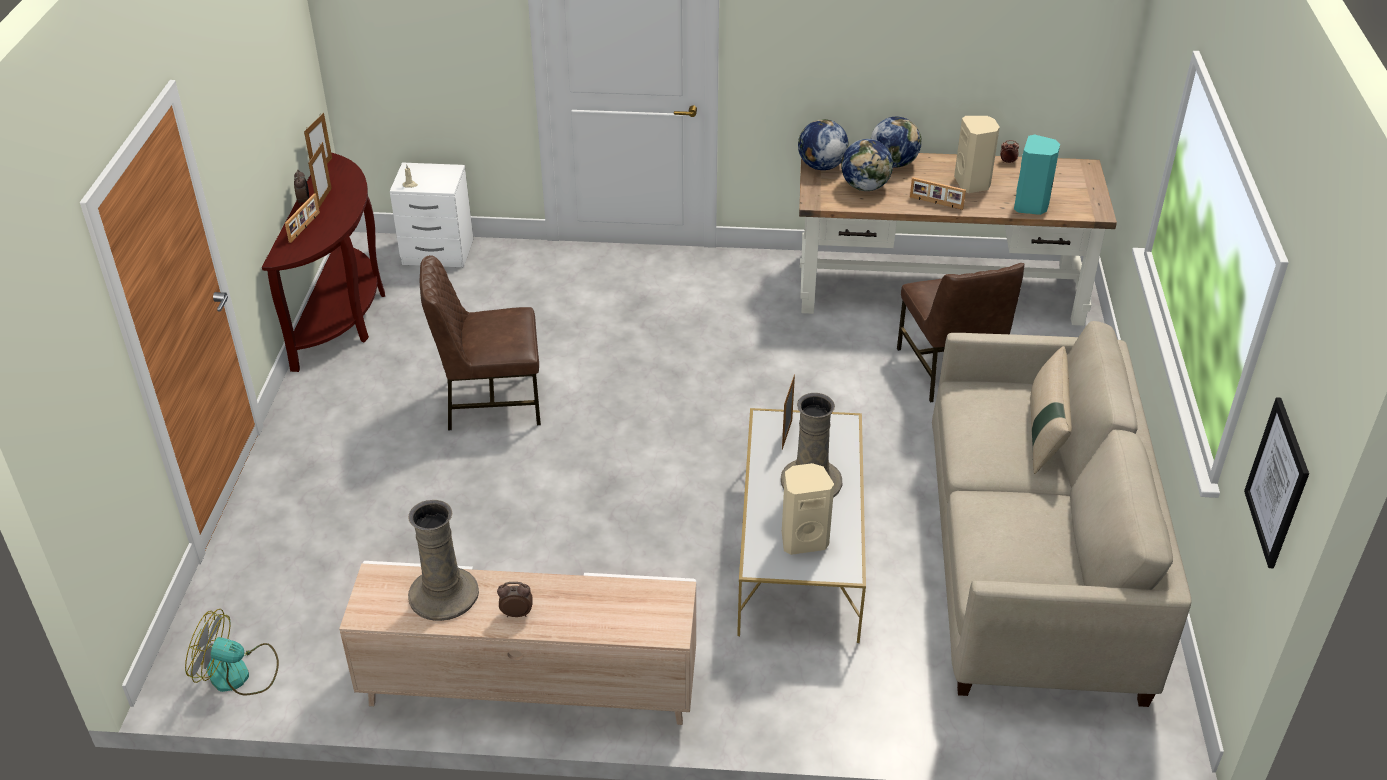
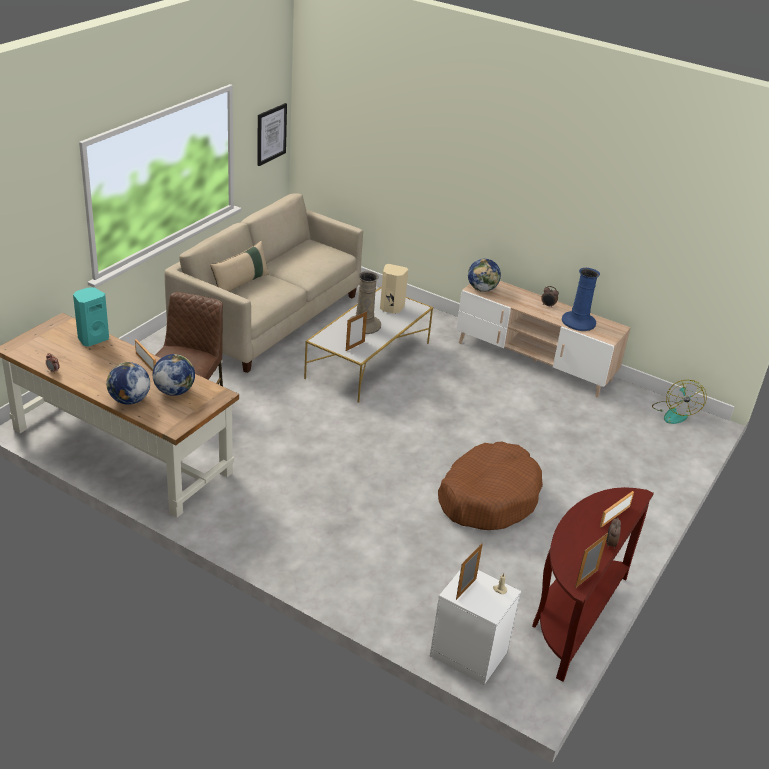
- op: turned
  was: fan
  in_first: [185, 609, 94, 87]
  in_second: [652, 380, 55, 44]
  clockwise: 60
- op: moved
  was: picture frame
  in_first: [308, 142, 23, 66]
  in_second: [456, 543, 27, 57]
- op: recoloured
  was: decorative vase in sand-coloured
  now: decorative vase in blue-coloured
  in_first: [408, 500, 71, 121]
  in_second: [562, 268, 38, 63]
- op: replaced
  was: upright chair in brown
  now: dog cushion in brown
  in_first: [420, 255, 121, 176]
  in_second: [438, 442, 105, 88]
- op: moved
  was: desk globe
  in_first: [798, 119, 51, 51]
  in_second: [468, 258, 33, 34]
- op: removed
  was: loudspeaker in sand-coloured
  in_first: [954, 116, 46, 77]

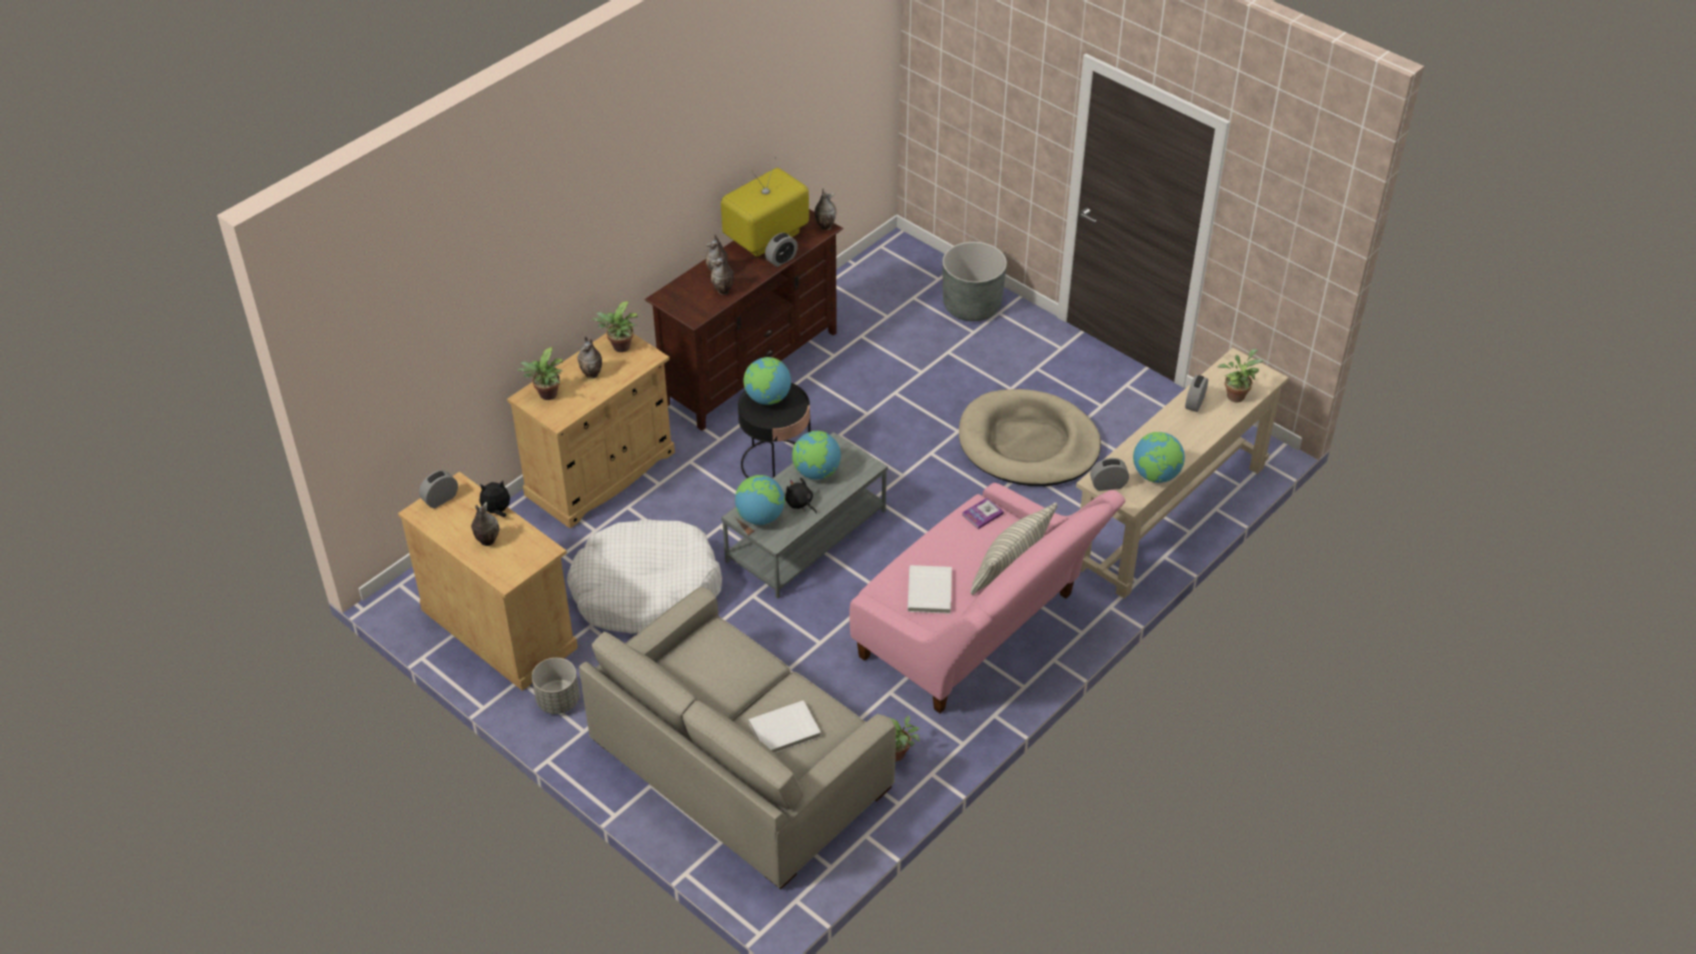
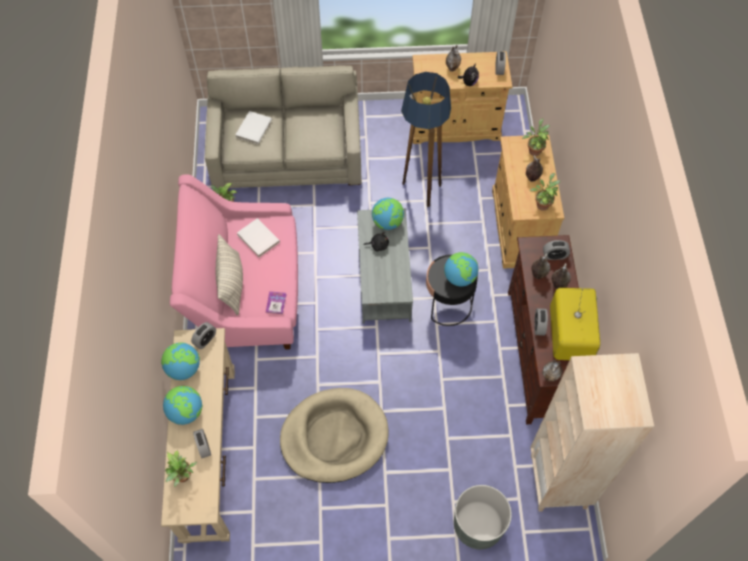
- op: removed
  was: flower pot in gray
  in_first: [532, 658, 48, 56]
- op: replaced
  was: dog cushion in white
  now: floor lamp
  in_first: [567, 519, 155, 115]
  in_second: [401, 72, 50, 135]
- op: moved
  was: desk globe
  in_first: [792, 431, 49, 49]
  in_second: [163, 386, 39, 39]
- op: added
  now: shelving unit in sand-coloured
  in_second: [530, 353, 124, 159]
- op: added
  now: bedside clock
  in_second: [543, 240, 27, 20]

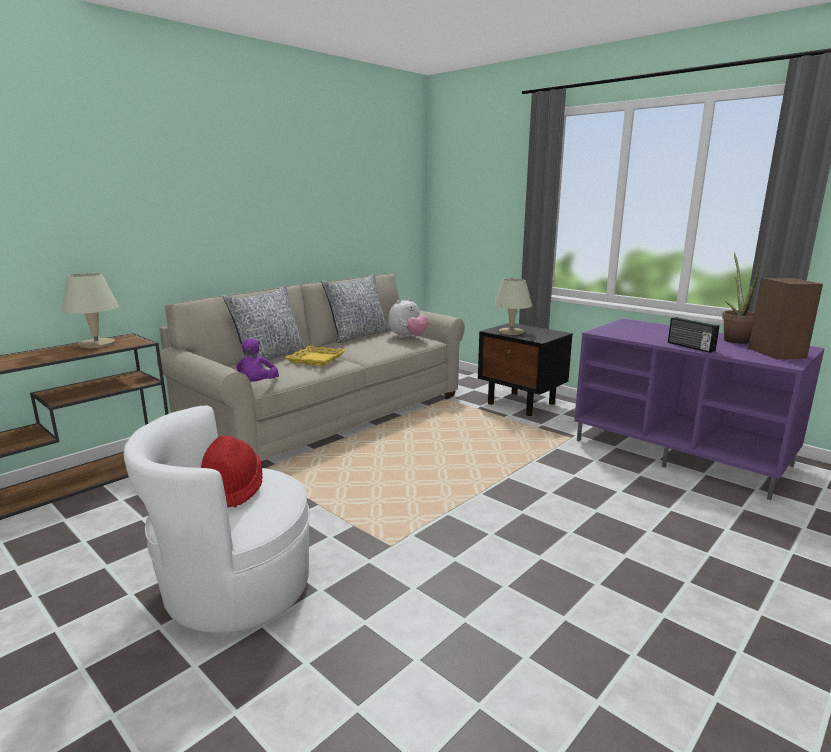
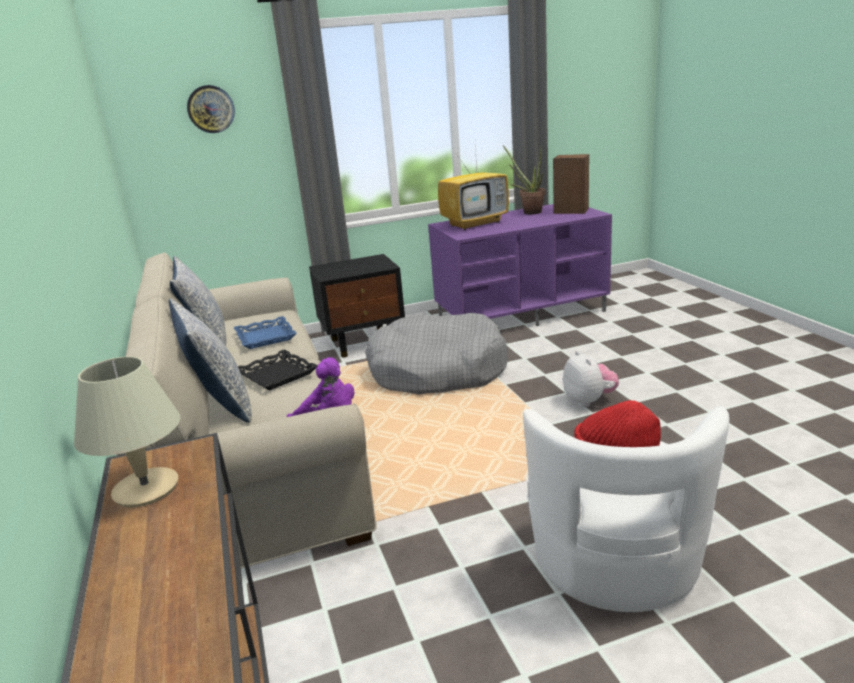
- op: recoloured
  was: serving tray in yellow
  now: serving tray in black-coloured
  in_first: [285, 346, 61, 20]
  in_second: [238, 349, 80, 42]
- op: moved
  was: cuddly toy
  in_first: [388, 298, 41, 40]
  in_second: [563, 351, 56, 56]
- op: removed
  was: table lamp in sand-coloured
  in_first: [494, 278, 38, 57]
- op: removed
  was: radio
  in_first: [668, 317, 51, 36]
- op: added
  now: hanging clock
  in_second: [187, 85, 48, 48]
- op: added
  now: serving tray in blue-coloured
  in_second: [234, 316, 63, 33]
- op: added
  now: dog cushion in gray
  in_second: [365, 313, 143, 82]
- op: added
  now: TV
  in_second: [438, 145, 71, 85]

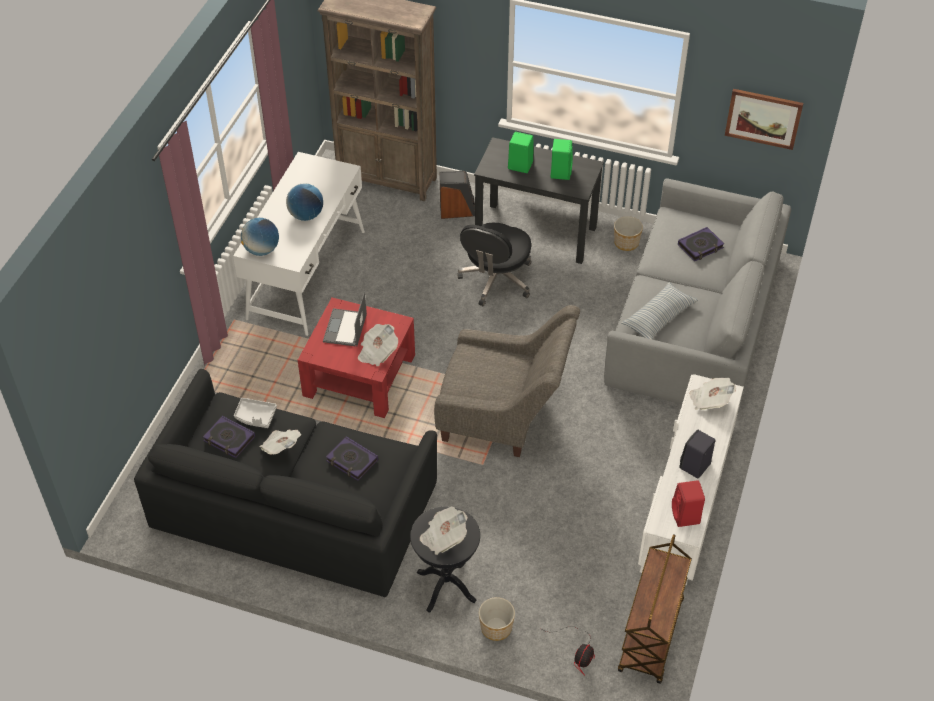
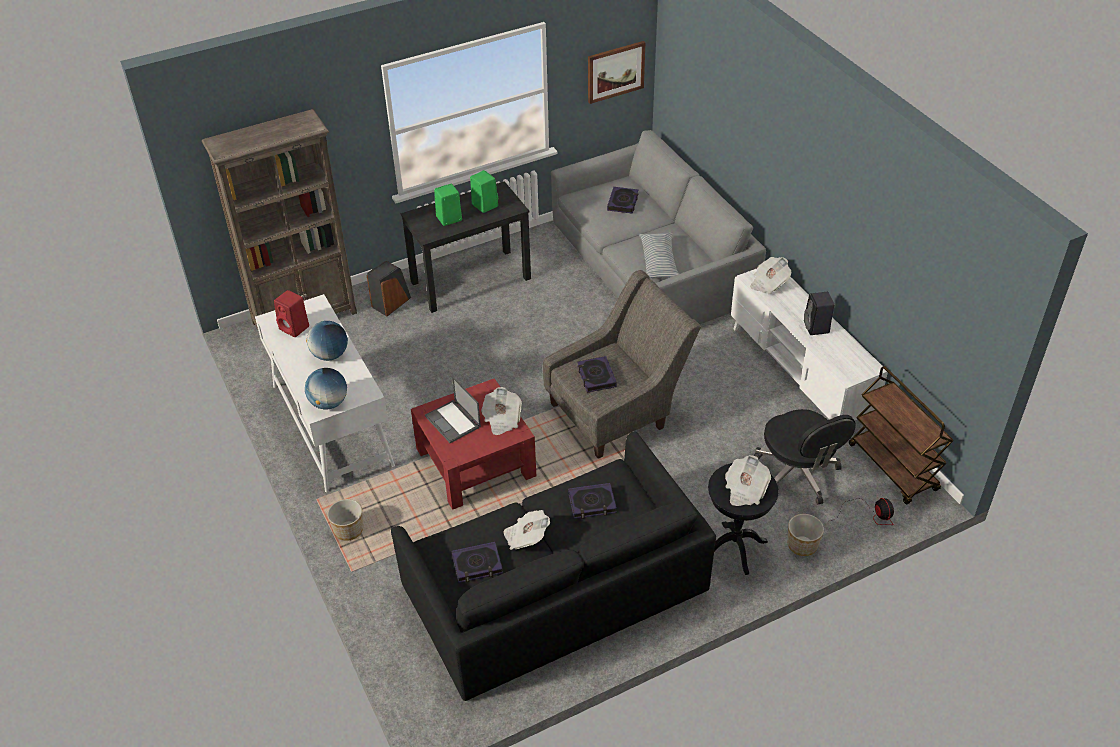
- op: removed
  was: serving tray in gray
  in_first: [234, 398, 43, 30]
- op: moved
  was: desk chair in black-coloured
  in_first: [458, 223, 73, 83]
  in_second: [754, 409, 102, 95]
- op: moved
  was: flower pot
  in_first: [614, 216, 29, 35]
  in_second: [327, 499, 36, 42]
- op: moved
  was: loudspeaker in red
  in_first: [672, 480, 33, 47]
  in_second: [274, 290, 35, 47]
- op: added
  now: book
  in_second: [577, 356, 40, 37]

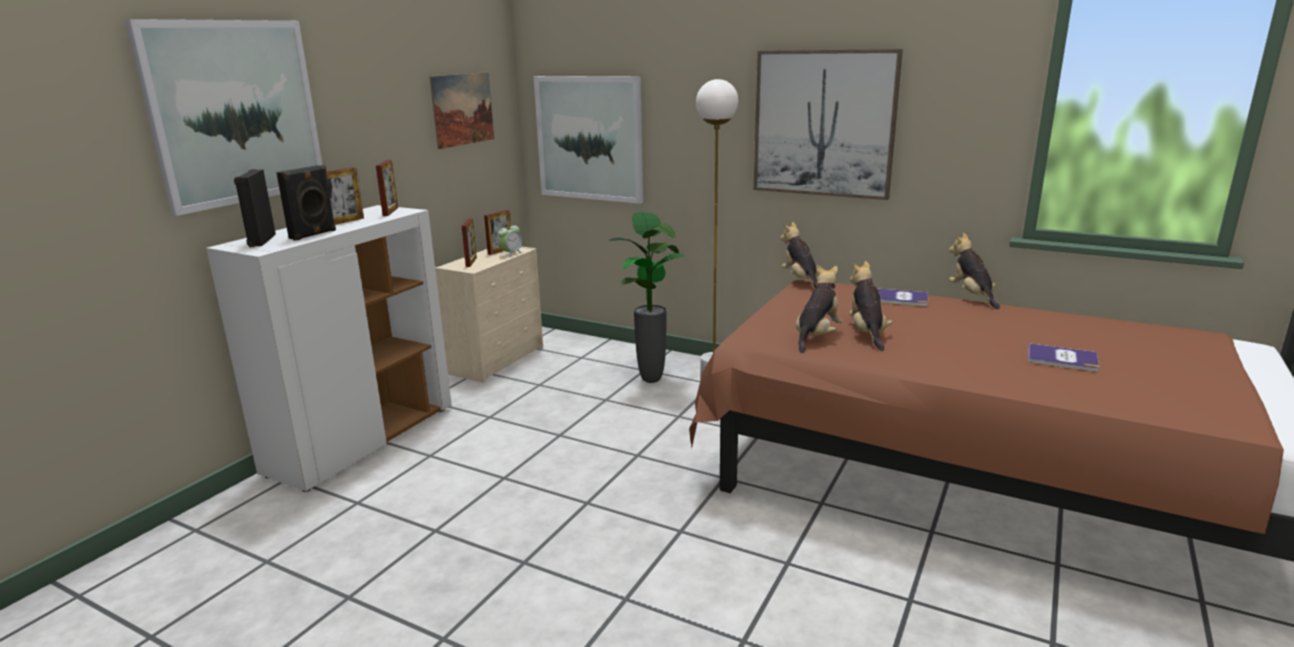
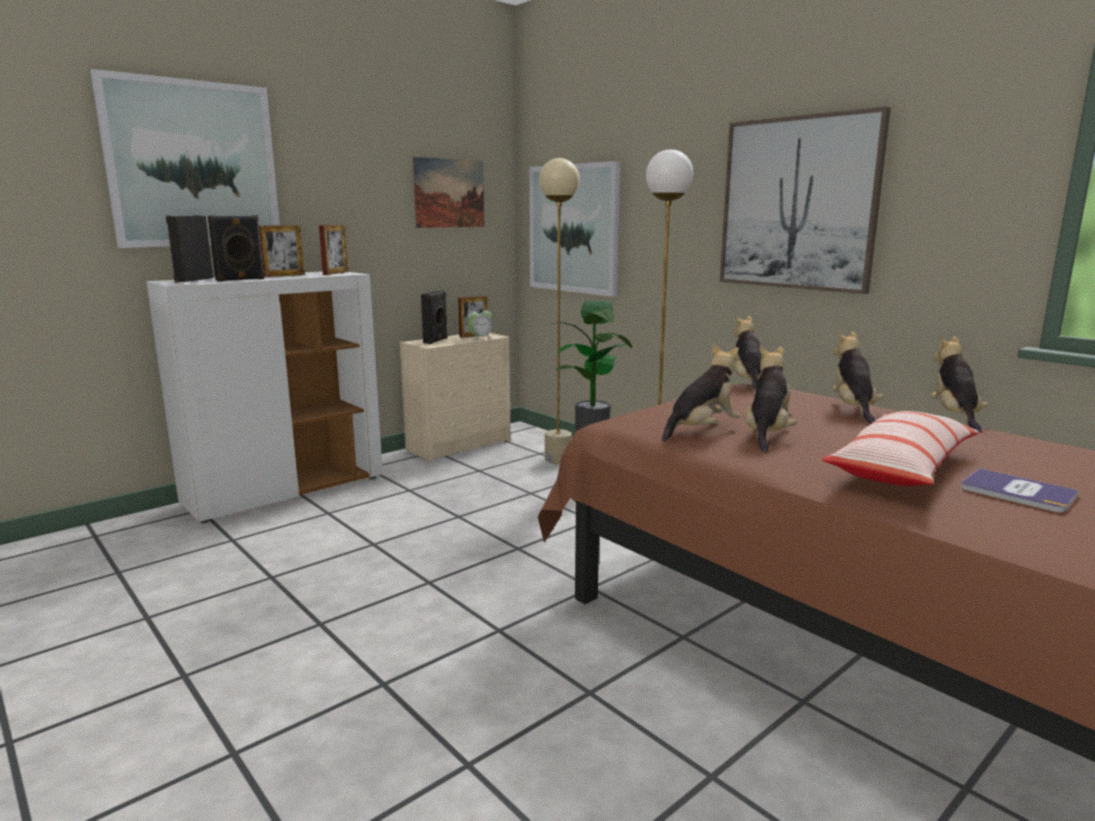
- op: replaced
  was: picture frame
  now: loudspeaker in black-coloured
  in_first: [462, 218, 15, 49]
  in_second: [421, 290, 27, 54]
- op: replaced
  was: book
  now: cuddly toy
  in_first: [877, 288, 51, 18]
  in_second: [832, 331, 52, 93]
- op: added
  now: floor lamp in sand-coloured
  in_second: [539, 158, 41, 306]
- op: added
  now: cushion
  in_second: [822, 411, 157, 75]

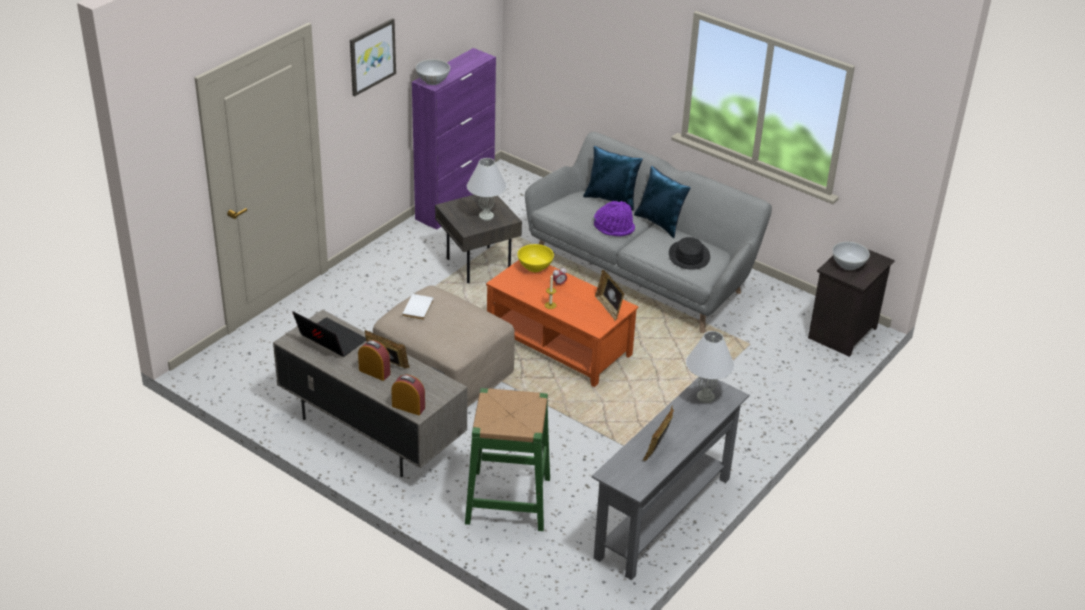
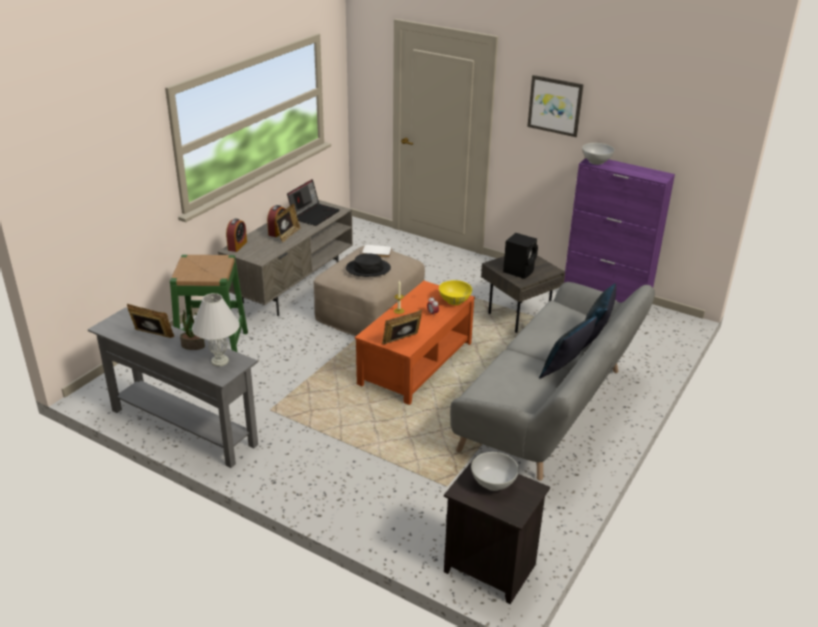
- op: replaced
  was: table lamp in white
  now: loudspeaker in black-coloured
  in_first: [467, 158, 40, 63]
  in_second: [503, 233, 35, 46]
- op: removed
  was: wearable hat in purplish
  in_first: [594, 201, 41, 35]
- op: moved
  was: wearable hat in black-coloured
  in_first: [669, 237, 41, 33]
  in_second: [346, 254, 45, 23]
- op: added
  now: plant in a pot
  in_second: [180, 305, 25, 45]

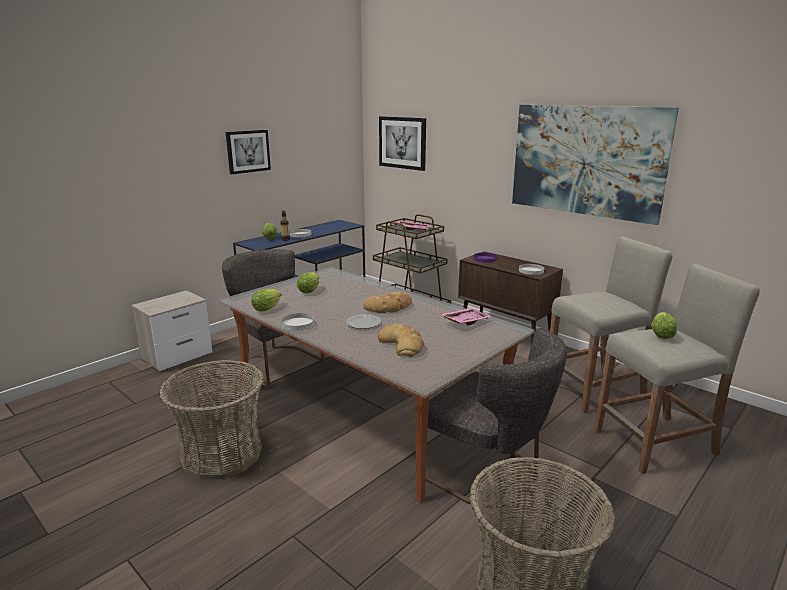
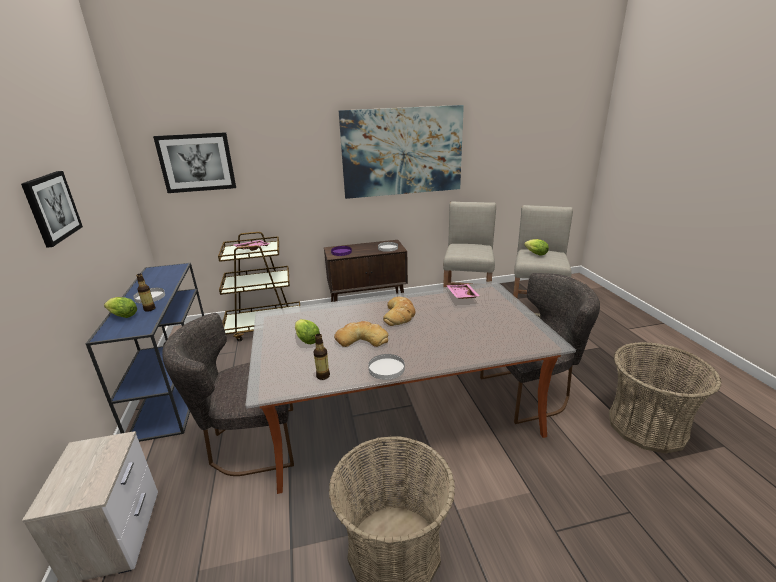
- op: replaced
  was: lettuce
  now: drink bottle
  in_first: [251, 289, 31, 23]
  in_second: [314, 334, 16, 46]
- op: removed
  was: plate
  in_first: [346, 314, 35, 15]
- op: moved
  was: baked bread
  in_first: [378, 324, 46, 33]
  in_second: [334, 321, 54, 26]

